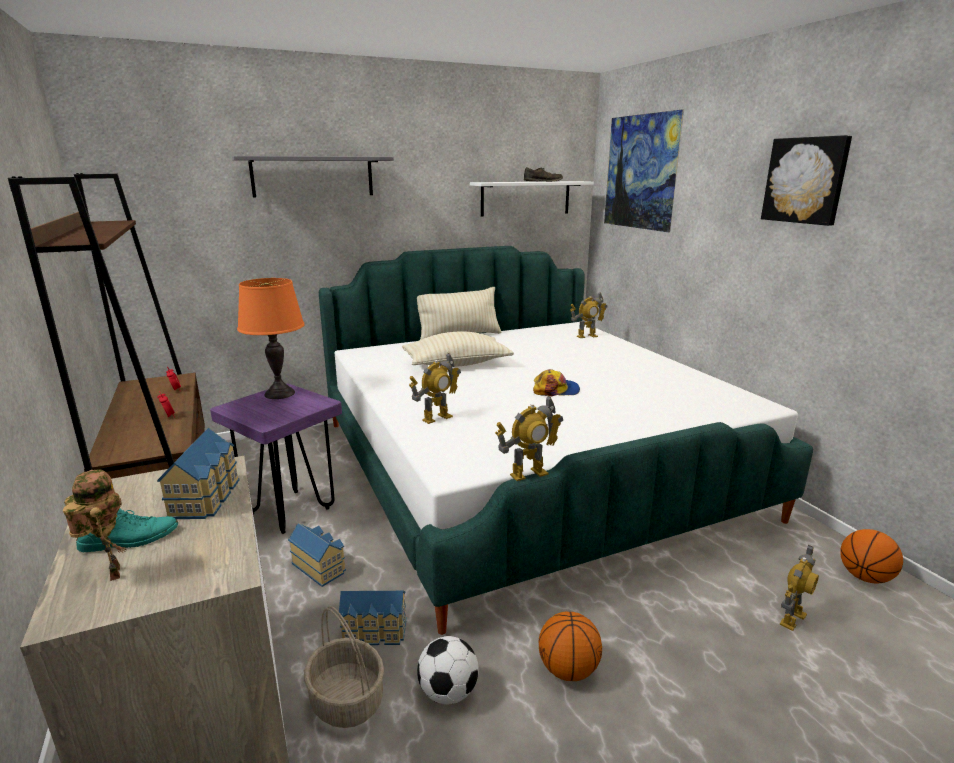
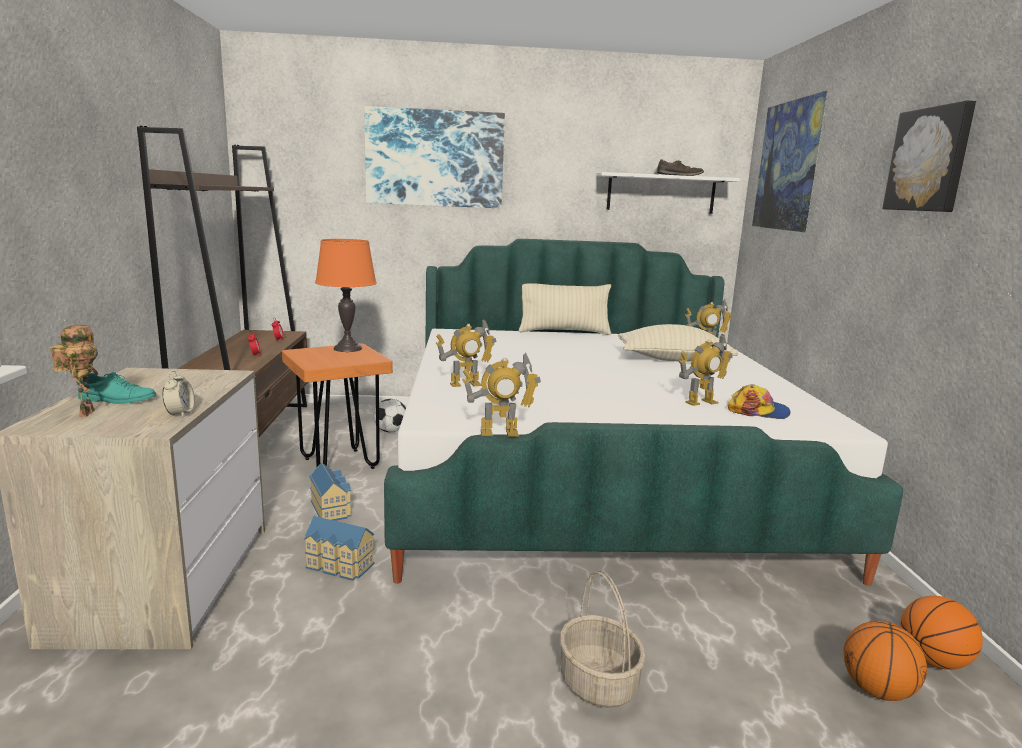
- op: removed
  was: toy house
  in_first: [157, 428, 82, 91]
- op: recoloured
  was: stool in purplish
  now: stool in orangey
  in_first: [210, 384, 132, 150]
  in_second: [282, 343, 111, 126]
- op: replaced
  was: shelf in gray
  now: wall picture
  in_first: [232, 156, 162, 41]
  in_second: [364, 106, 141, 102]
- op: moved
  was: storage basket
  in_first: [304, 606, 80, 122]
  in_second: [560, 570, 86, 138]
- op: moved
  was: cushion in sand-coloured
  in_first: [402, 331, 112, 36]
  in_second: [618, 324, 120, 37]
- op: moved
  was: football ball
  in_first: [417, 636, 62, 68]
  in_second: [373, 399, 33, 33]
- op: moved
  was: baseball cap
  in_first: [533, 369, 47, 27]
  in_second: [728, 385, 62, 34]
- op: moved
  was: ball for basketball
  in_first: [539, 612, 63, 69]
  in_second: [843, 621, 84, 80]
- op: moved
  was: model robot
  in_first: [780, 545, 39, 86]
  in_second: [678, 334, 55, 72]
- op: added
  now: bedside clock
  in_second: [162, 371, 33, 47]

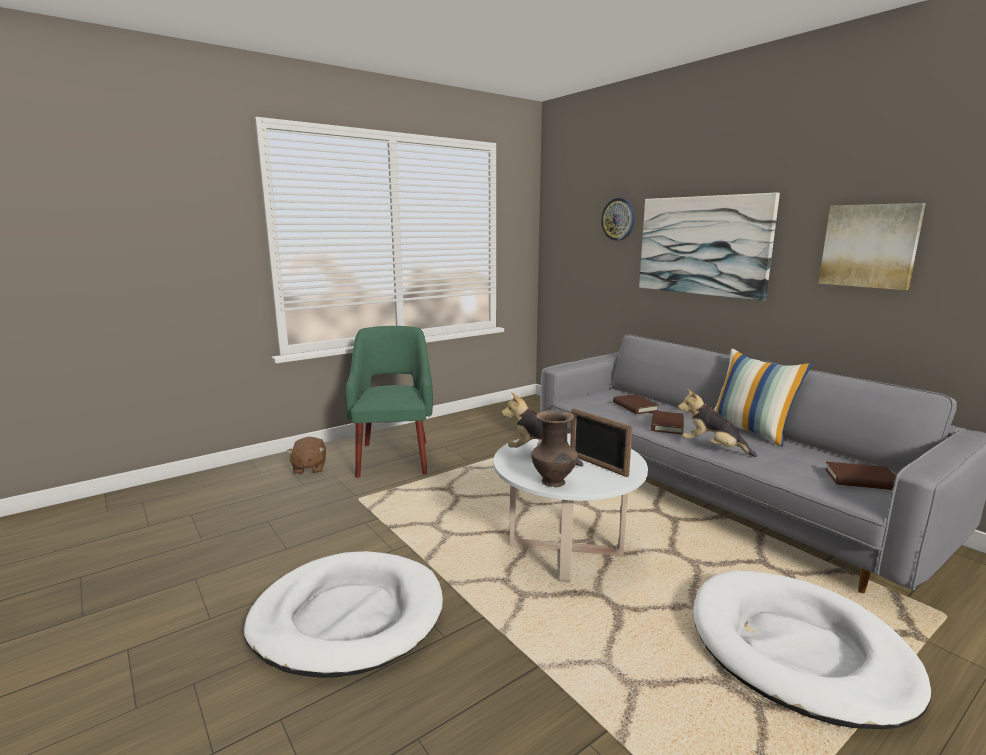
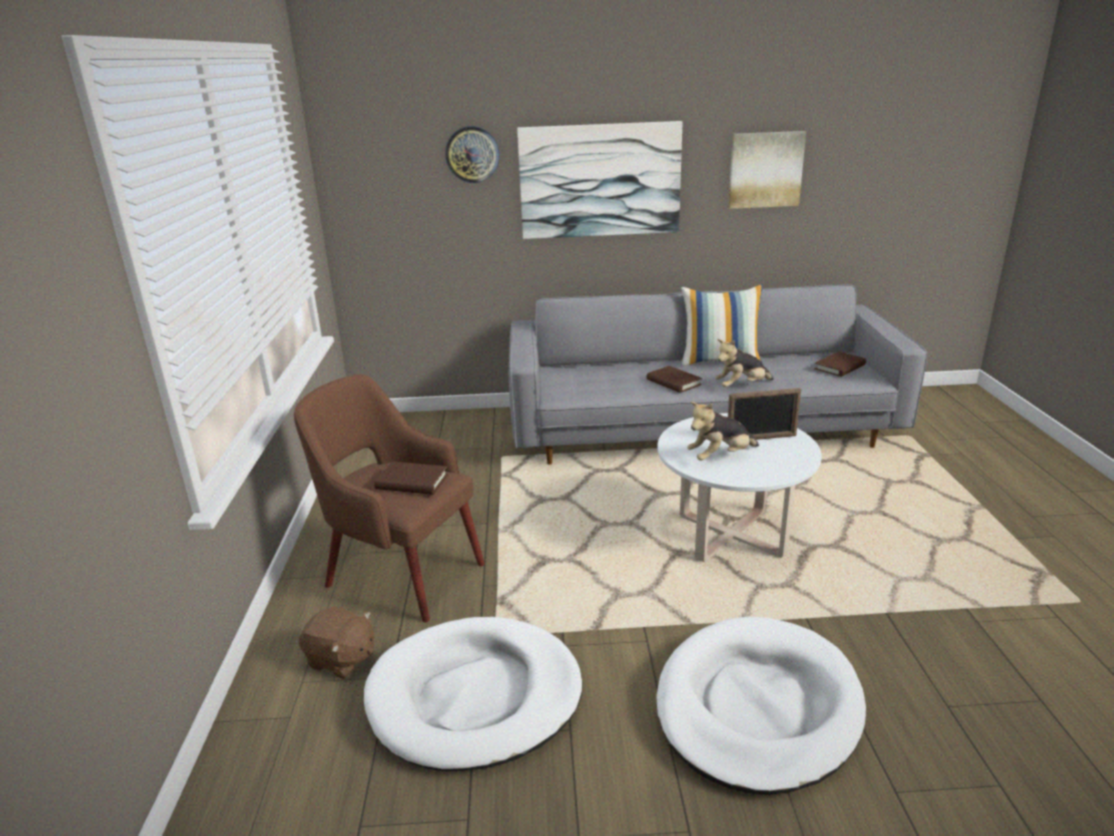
- op: recoloured
  was: easy chair in green-coloured
  now: easy chair in brown
  in_first: [345, 326, 88, 152]
  in_second: [294, 374, 191, 248]
- op: removed
  was: decorative vase in brown
  in_first: [531, 410, 47, 77]
- op: moved
  was: book in brown
  in_first: [613, 394, 46, 20]
  in_second: [374, 461, 74, 34]
- op: moved
  was: dog cushion in white
  in_first: [693, 571, 239, 158]
  in_second: [364, 617, 219, 154]

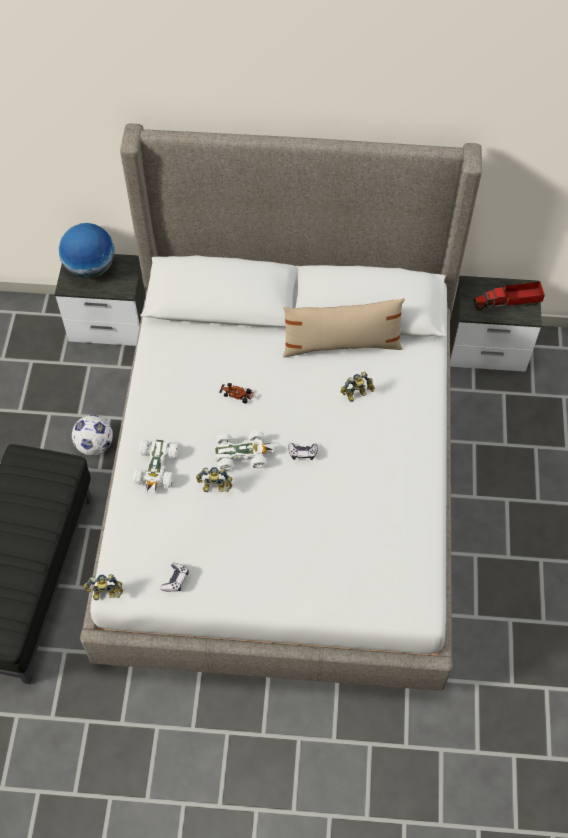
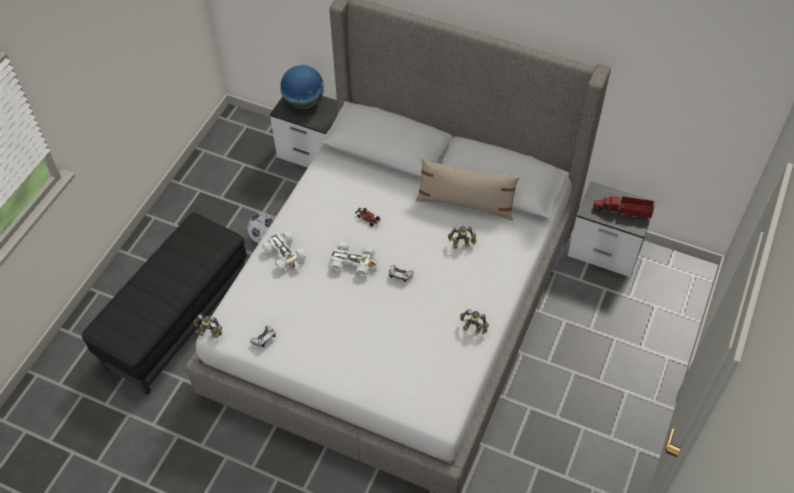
- op: turned
  was: miniature car in white
  in_first: [133, 440, 45, 54]
  in_second: [262, 231, 44, 41]
  clockwise: -60
- op: moved
  was: model robot
  in_first: [196, 467, 36, 25]
  in_second: [460, 309, 29, 25]

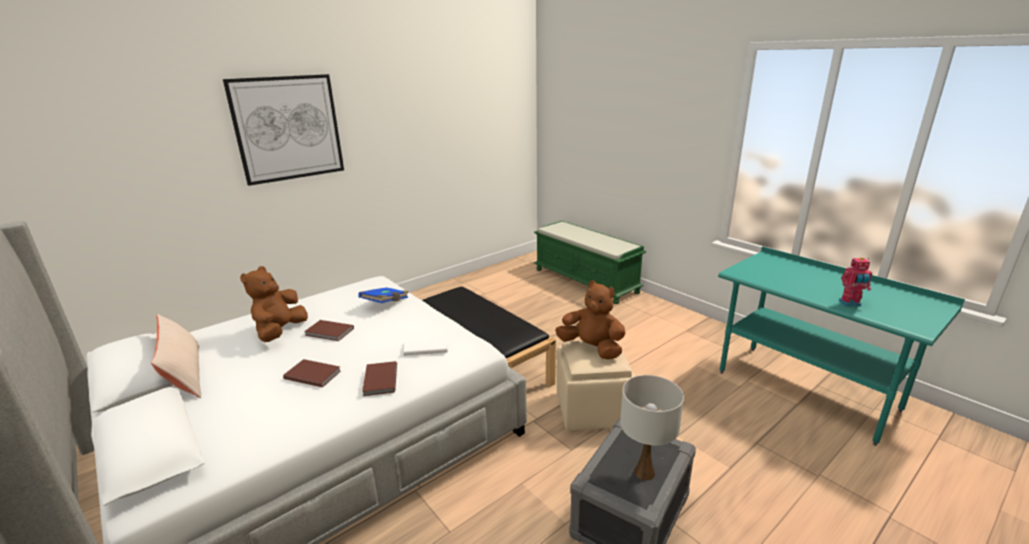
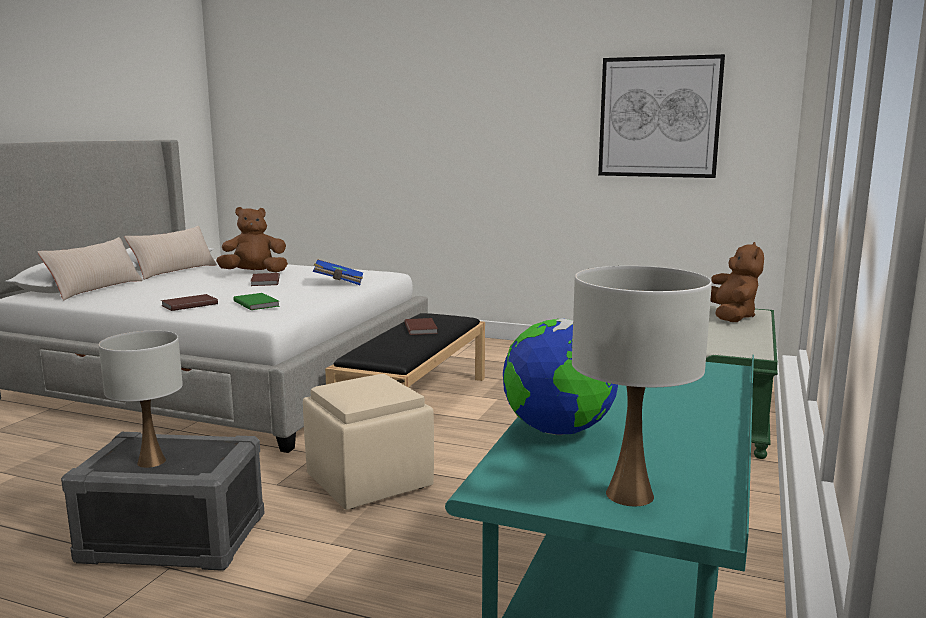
- op: moved
  was: wall picture
  in_first: [223, 74, 121, 112]
  in_second: [598, 54, 127, 124]
- op: moved
  was: book in brown
  in_first: [283, 359, 58, 28]
  in_second: [405, 318, 33, 17]
- op: recoloured
  was: book in white
  now: book in green-coloured
  in_first: [403, 334, 45, 22]
  in_second: [233, 293, 46, 17]
- op: moved
  was: cuddly toy in brown
  in_first: [555, 280, 71, 80]
  in_second: [710, 242, 54, 80]
- op: replaced
  was: model robot
  now: desk globe
  in_first: [839, 257, 33, 50]
  in_second: [503, 318, 115, 117]
- op: added
  now: cushion in sand-coloured
  in_second: [37, 237, 106, 64]
- op: added
  now: table lamp in white
  in_second: [572, 266, 140, 240]

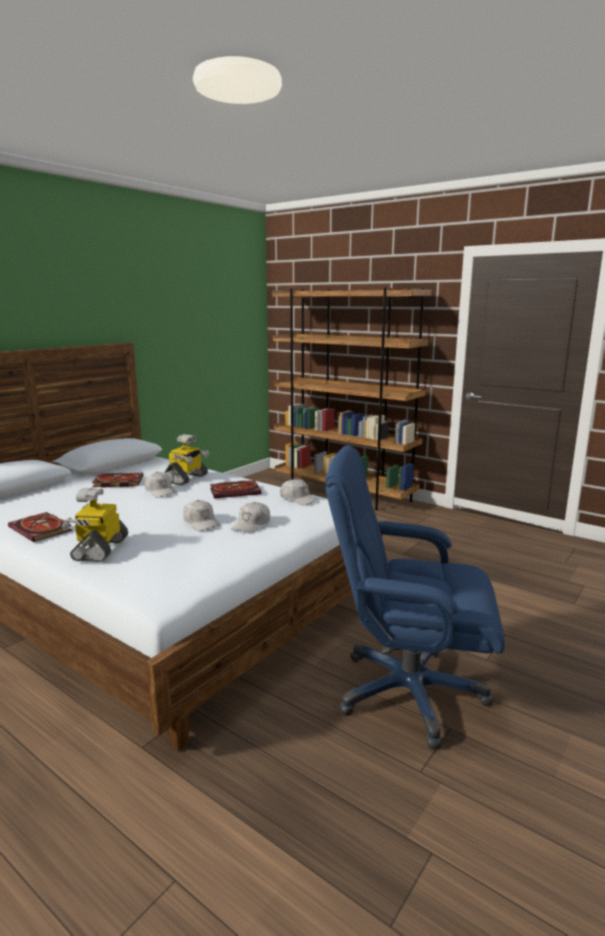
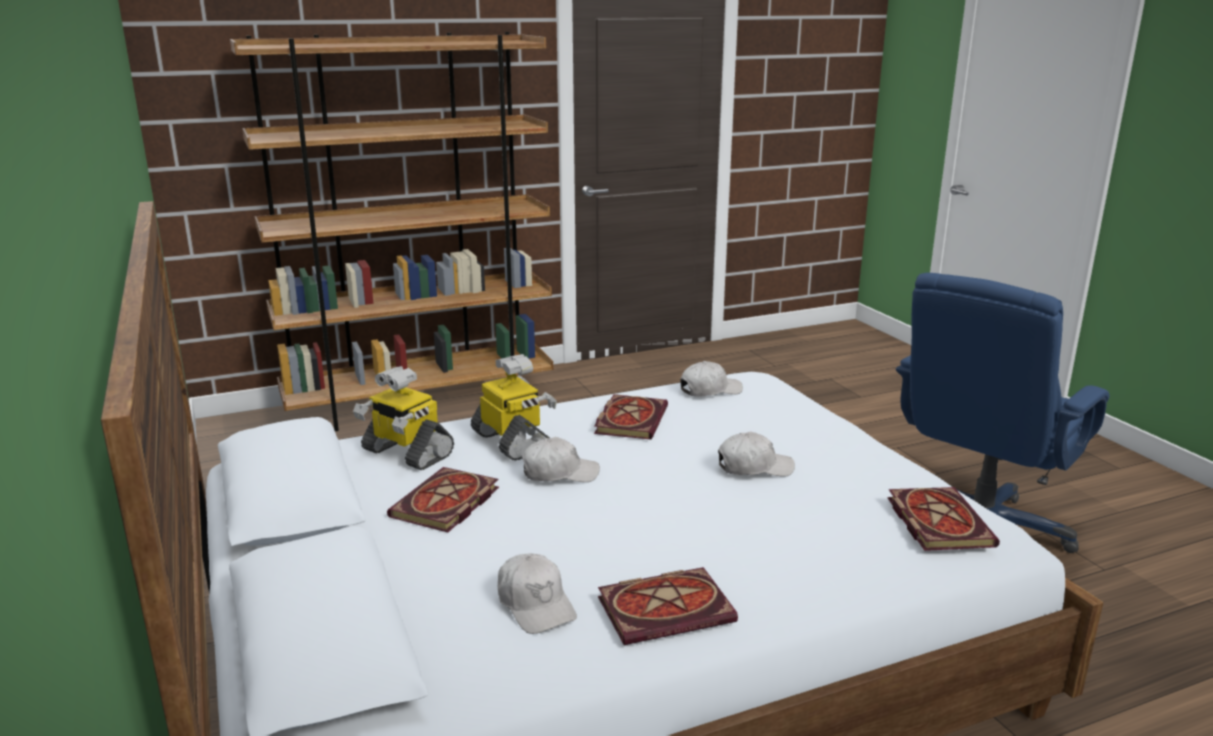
- op: moved
  was: model robot
  in_first: [62, 488, 66, 74]
  in_second: [353, 366, 101, 104]
- op: moved
  was: baseball cap in white
  in_first: [231, 502, 39, 32]
  in_second: [498, 553, 79, 81]
- op: added
  now: book
  in_second: [888, 487, 112, 64]

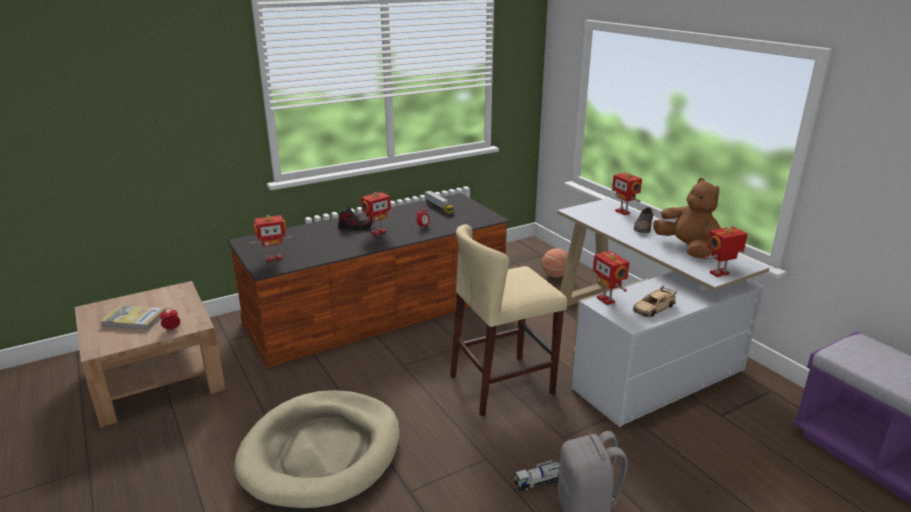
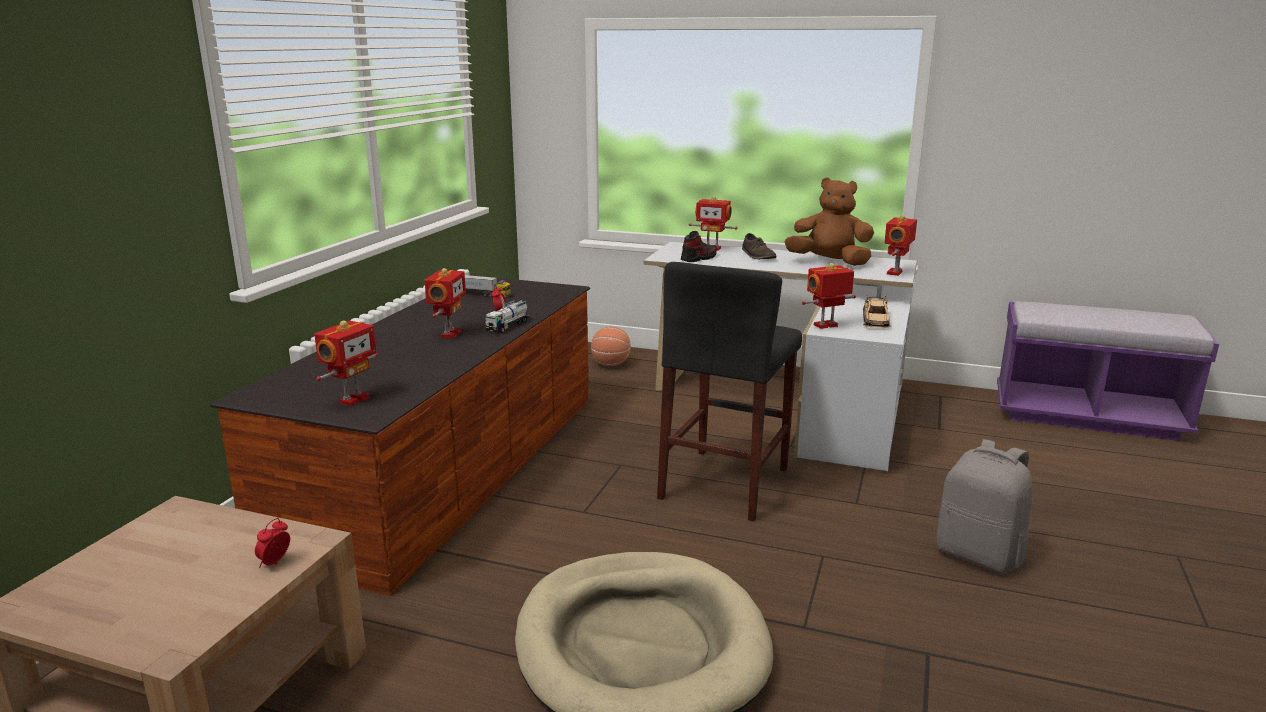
- op: removed
  was: book
  in_first: [100, 305, 66, 26]
- op: moved
  was: low shoe
  in_first: [338, 207, 34, 23]
  in_second: [681, 231, 36, 31]
- op: recoloured
  was: stool in sand-coloured
  now: stool in black-coloured
  in_first: [450, 224, 117, 193]
  in_second: [657, 262, 145, 259]
- op: moved
  was: model truck
  in_first: [515, 459, 45, 32]
  in_second: [485, 299, 44, 34]
- op: turned
  was: model robot
  in_first: [593, 251, 37, 54]
  in_second: [802, 263, 54, 66]
  clockwise: 135

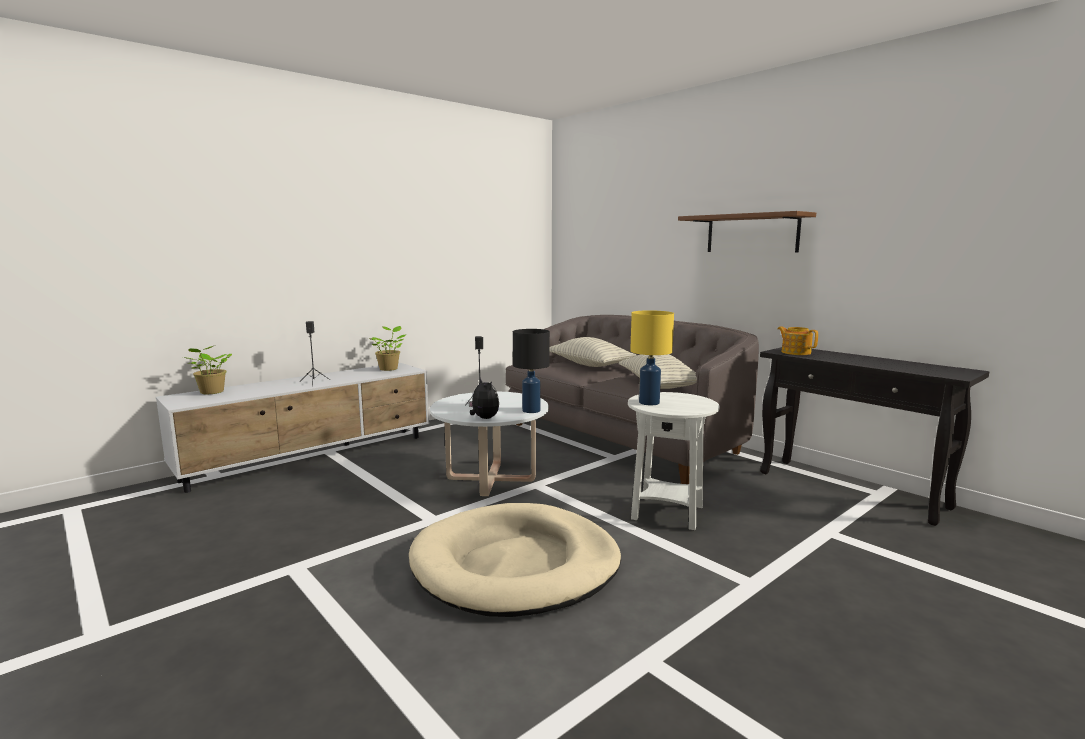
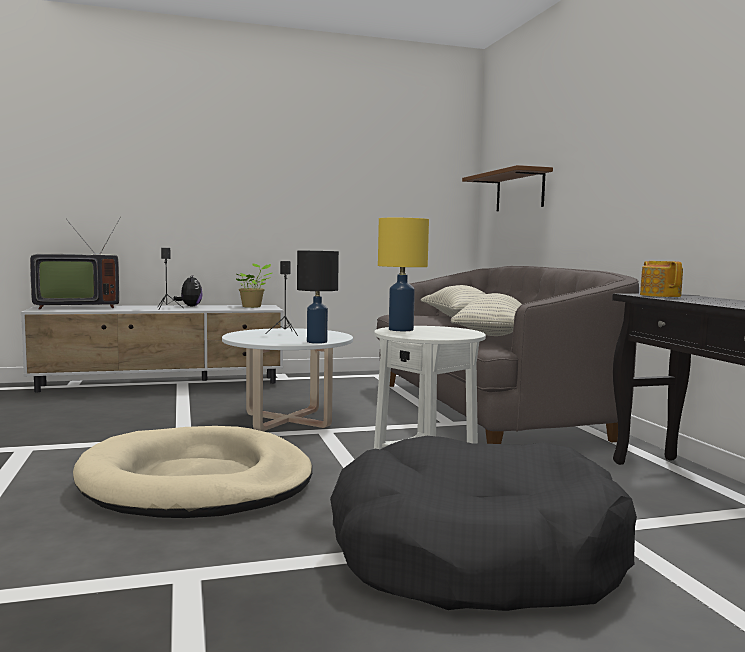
- op: replaced
  was: plant in a pot
  now: TV
  in_first: [183, 346, 49, 48]
  in_second: [30, 216, 91, 93]
- op: moved
  was: cuddly toy
  in_first: [469, 377, 30, 42]
  in_second: [173, 276, 30, 31]
- op: moved
  was: shelf in brown
  in_first: [678, 211, 138, 42]
  in_second: [462, 165, 91, 46]
- op: added
  now: dog cushion in black-coloured
  in_second: [330, 436, 307, 175]

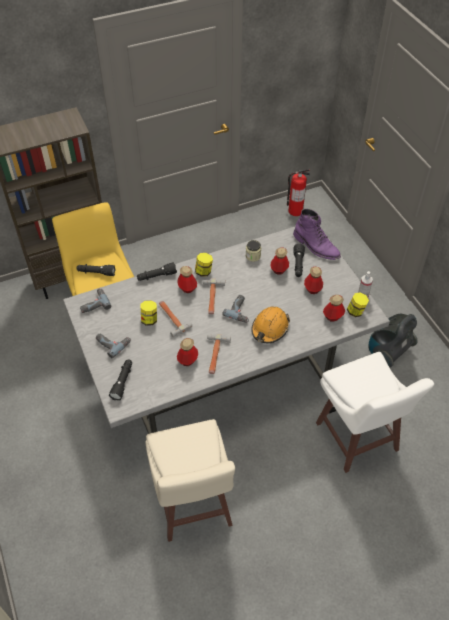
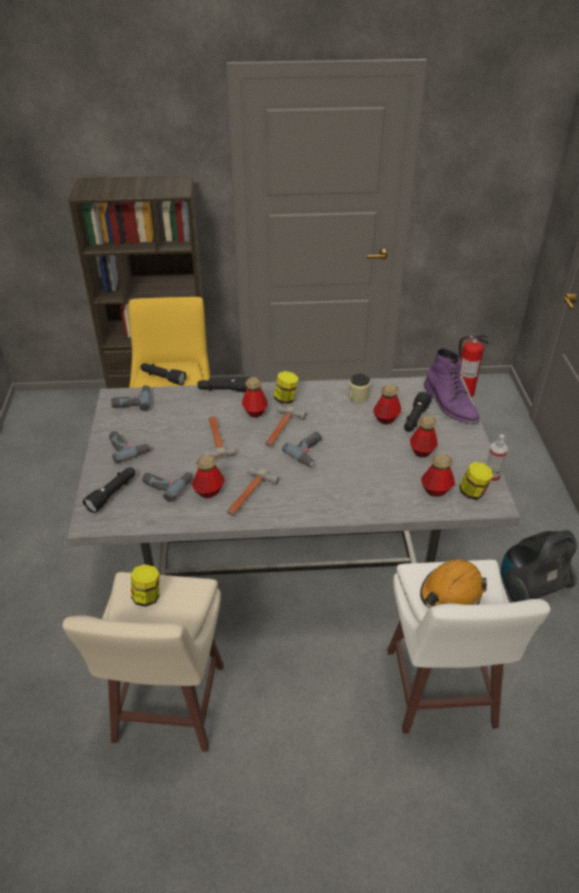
- op: moved
  was: preserve jar
  in_first: [140, 300, 17, 26]
  in_second: [131, 564, 28, 43]
- op: moved
  was: hard hat in orangey
  in_first: [251, 306, 39, 37]
  in_second: [420, 559, 67, 49]
- op: added
  now: power drill
  in_second: [142, 472, 51, 30]

